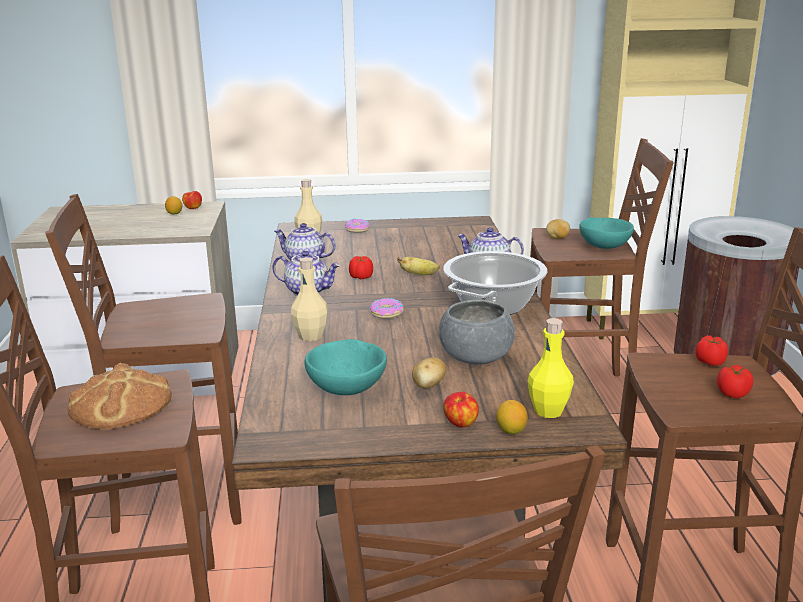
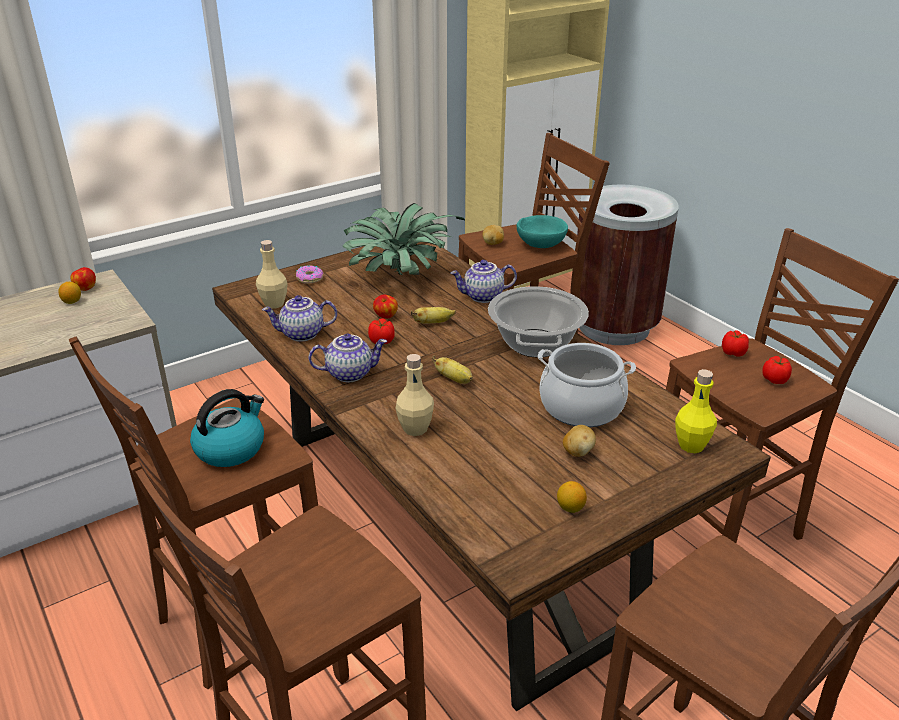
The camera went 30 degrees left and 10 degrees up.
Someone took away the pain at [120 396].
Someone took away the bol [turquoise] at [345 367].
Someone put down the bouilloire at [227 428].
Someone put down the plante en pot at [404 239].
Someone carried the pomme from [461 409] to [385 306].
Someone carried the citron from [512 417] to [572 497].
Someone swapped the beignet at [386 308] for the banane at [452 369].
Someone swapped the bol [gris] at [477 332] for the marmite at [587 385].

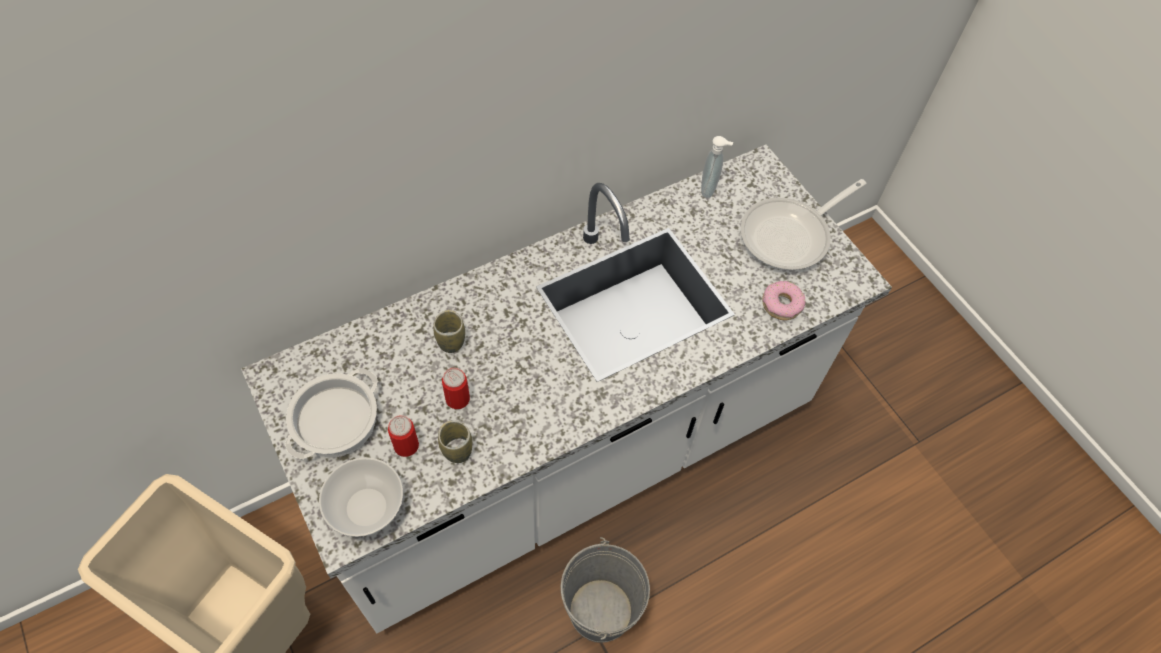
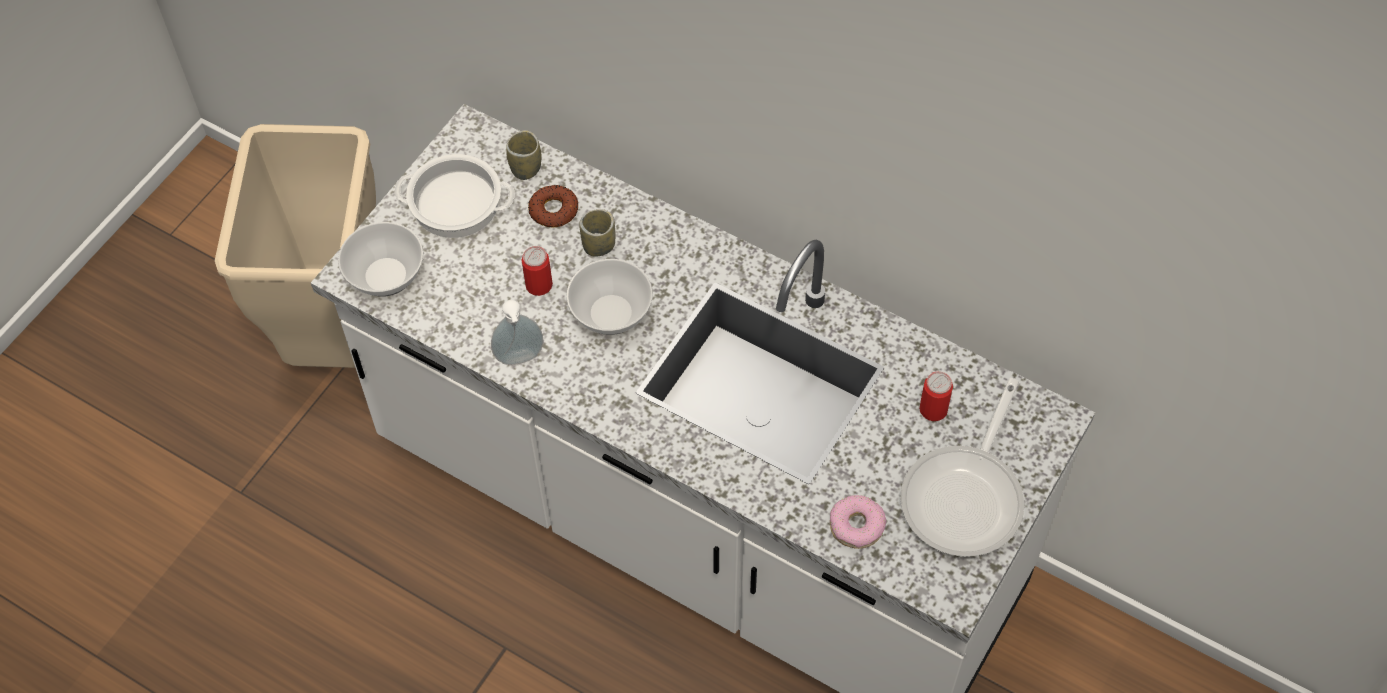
The camera went 65 degrees right and 0 degrees up.
Someone took away the seau [gris] at [605 590].
Someone put down the beignet at [553 206].
Someone put down the bol at [609 297].
Someone carried the boîte métallique from [403 436] to [936 396].
Someone carried the tasse from [455 441] to [524 155].
Someone carried the distributeur de savon from [717 167] to [517 332].
Someone rotated the poêle at [803 224] by 90 degrees counterclockwise.

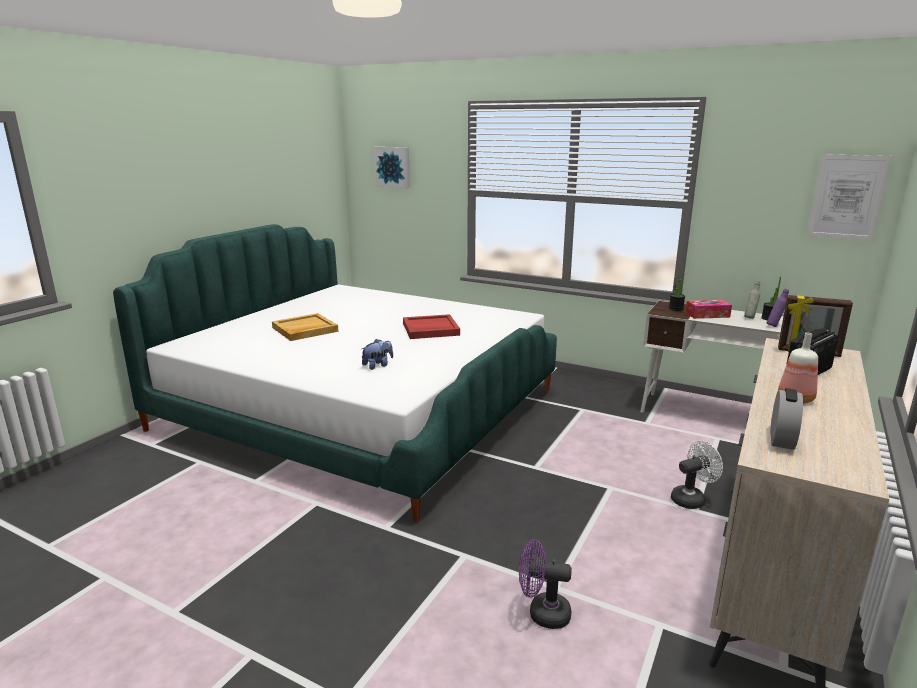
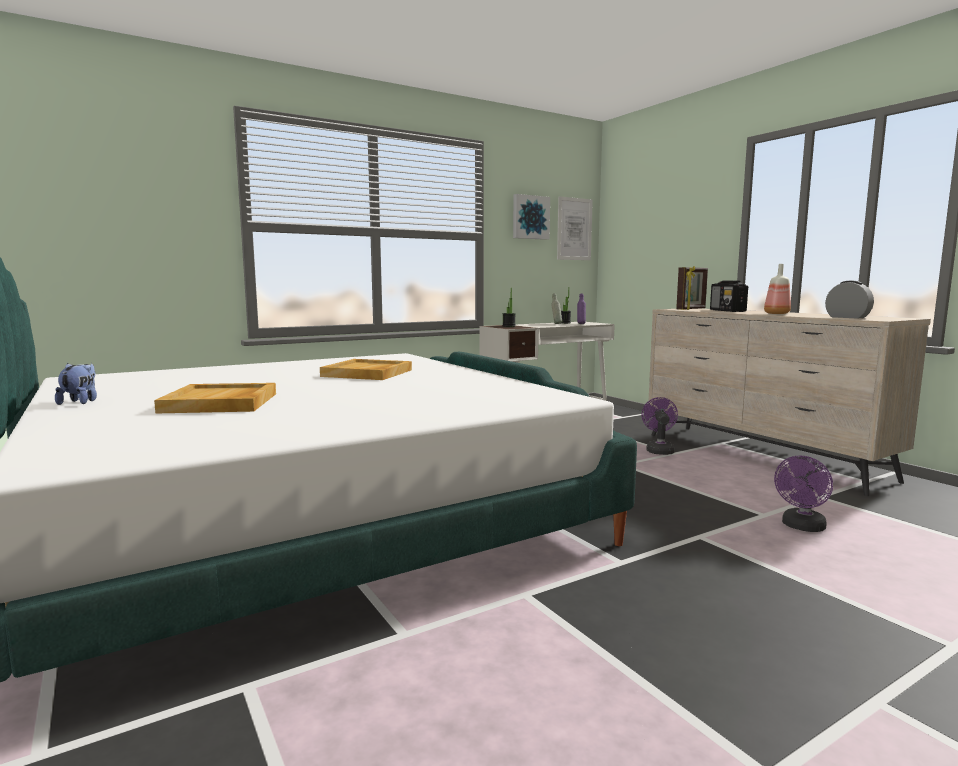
The camera went 60 degrees left and 10 degrees down.
Someone took away the boîte à mouchoirs at [708 309].
Someone carried the peluche from [377 354] to [76 384].
Someone carried the tableau from [392 167] to [531 217].
Someone repainted the plateau [rouge] at [431 326], which became the plateau [beige] at [366 369].
Someone repainted the ventilateur [blanc] at [697 475], which became the ventilateur [violet] at [660 426].

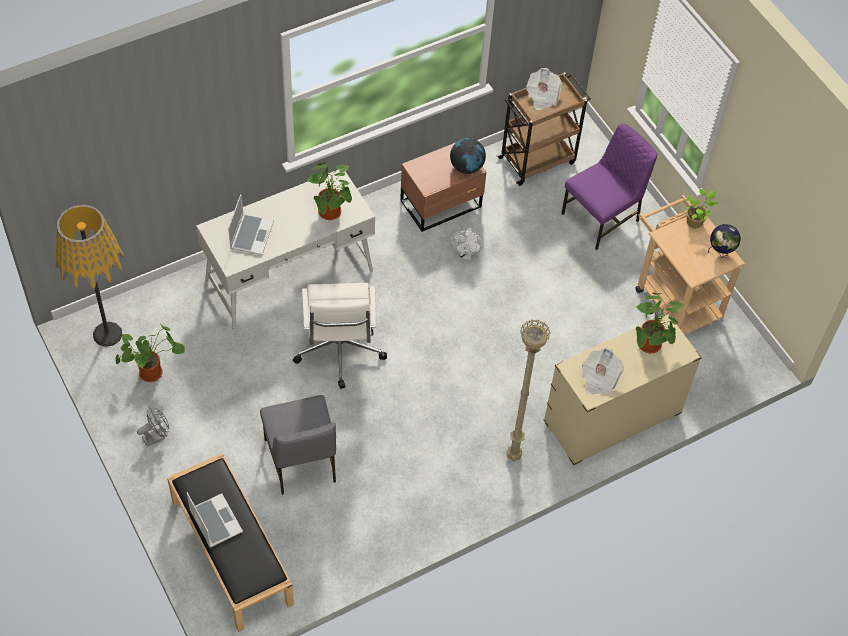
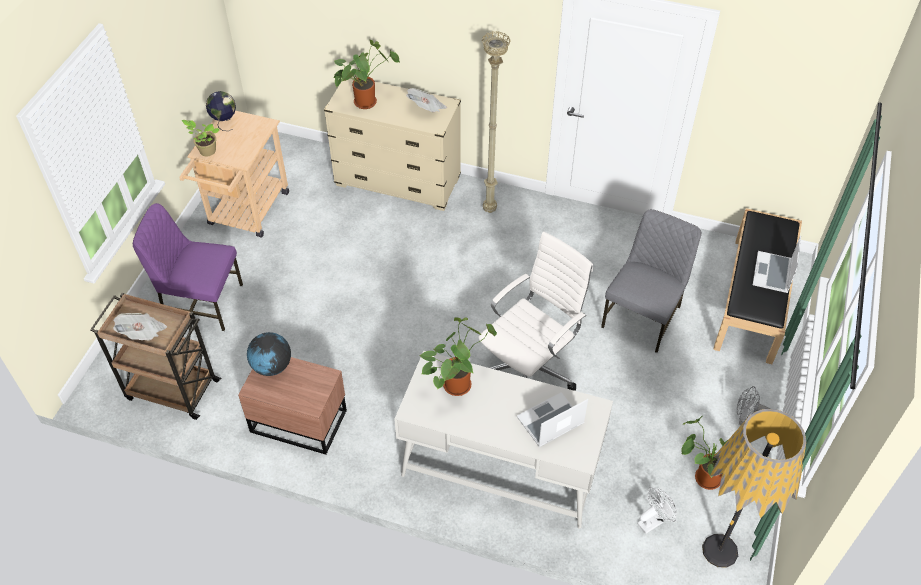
The camera went 130 degrees left and 5 degrees down.
Someone carried the ventilateur [blanc] from [467 244] to [657 510].

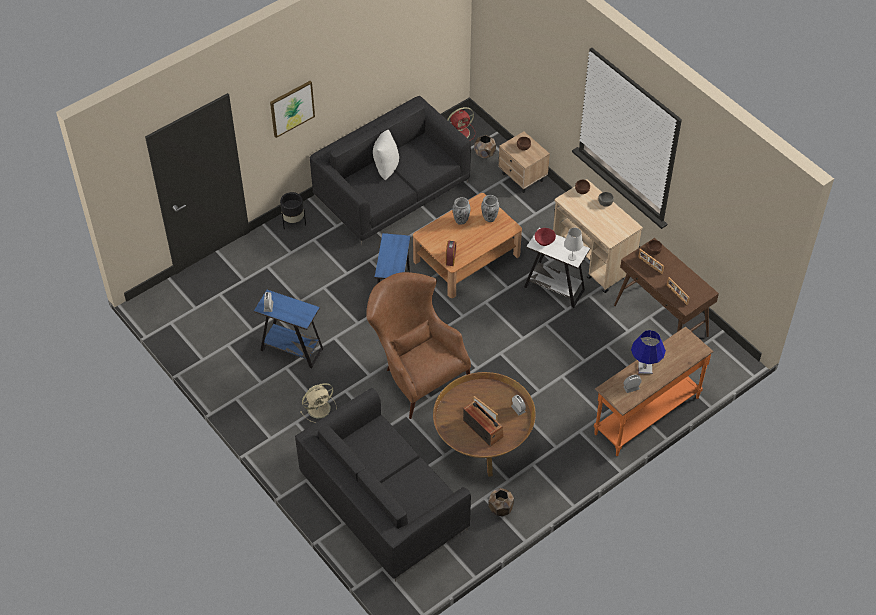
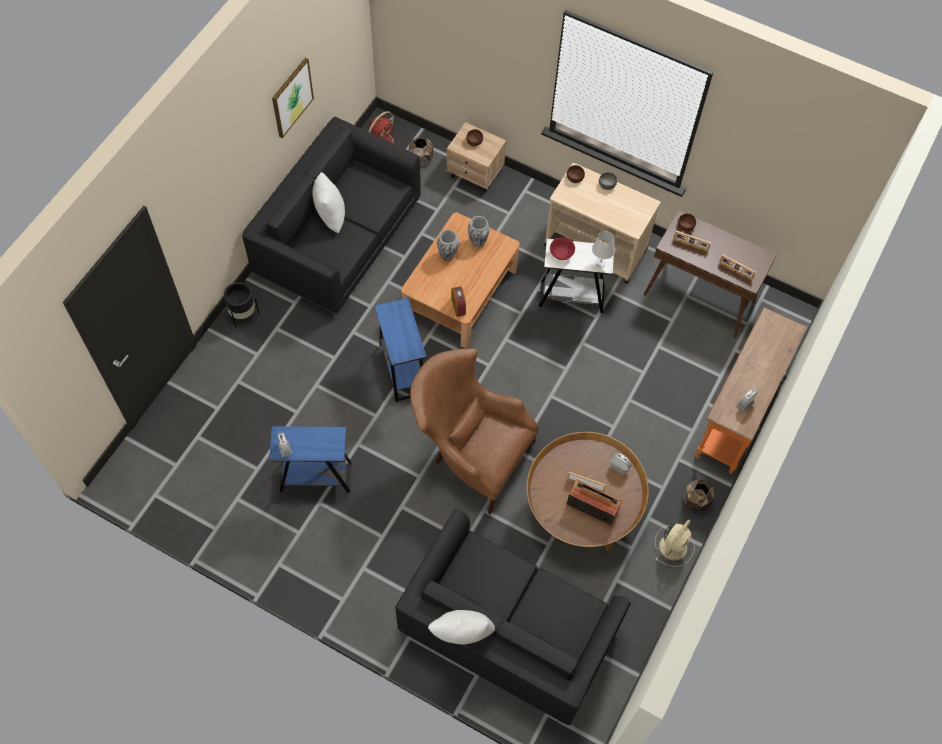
The camera went 25 degrees left and 10 degrees up.
Someone took away the lampe de table [bleu] at [648 352].
Someone put down the coussin [blanc] at [461 627].
Someone carried the tableau from [292 109] to [293 98].
Someone carried the ventilateur [beige] from [318 403] to [675 543].
Someone carried the cache-pot [marron] from [501 502] to [699 495].

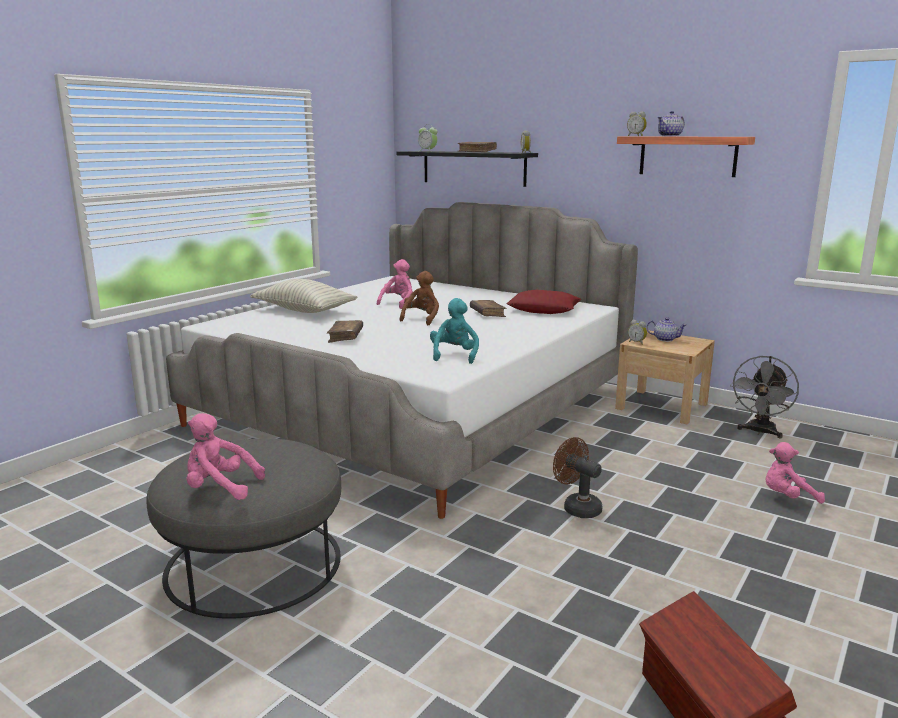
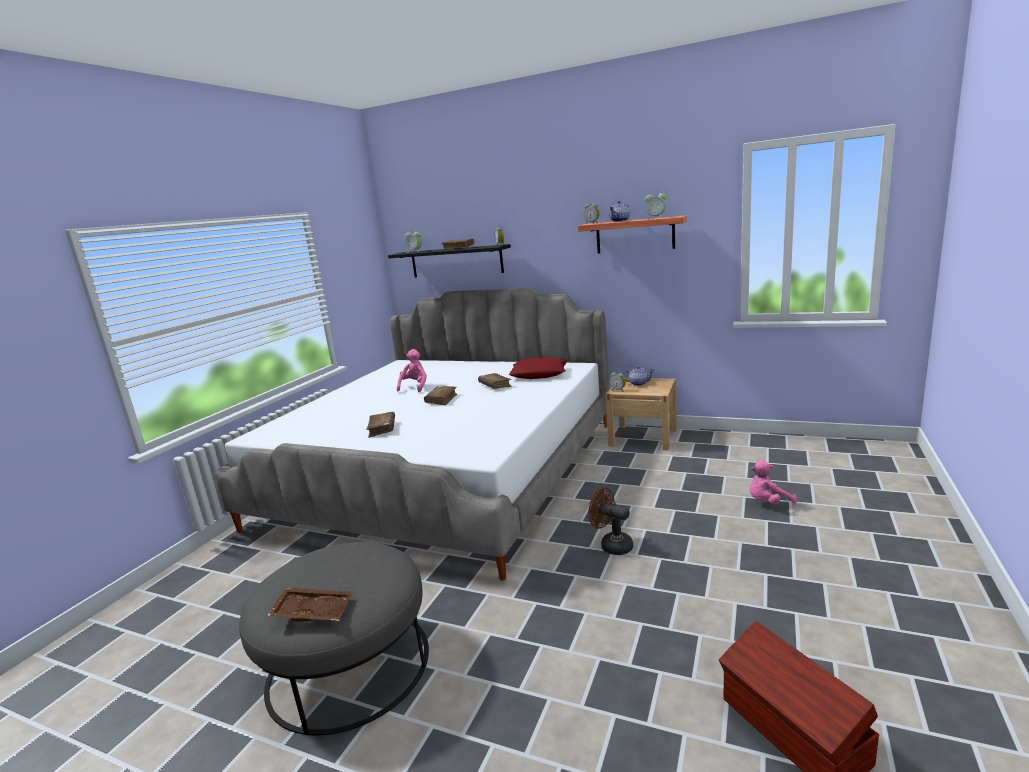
The camera went 10 degrees left and 0 degrees up.
Someone took away the coussin at [303 296].
Someone took away the peluche [turquoise] at [454 331].
Someone took away the ventilateur [gris] at [764 397].
Someone put down the réveil at [656 204].
Someone swapped the peluche [rose] at [226 456] for the plateau [marron] at [310 605].
Someone swapped the peluche [marron] at [419 298] for the livre [marron] at [440 395].

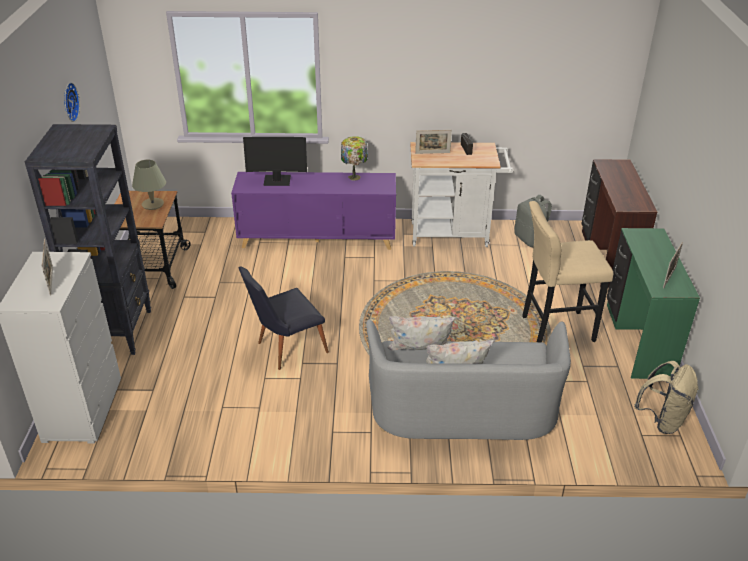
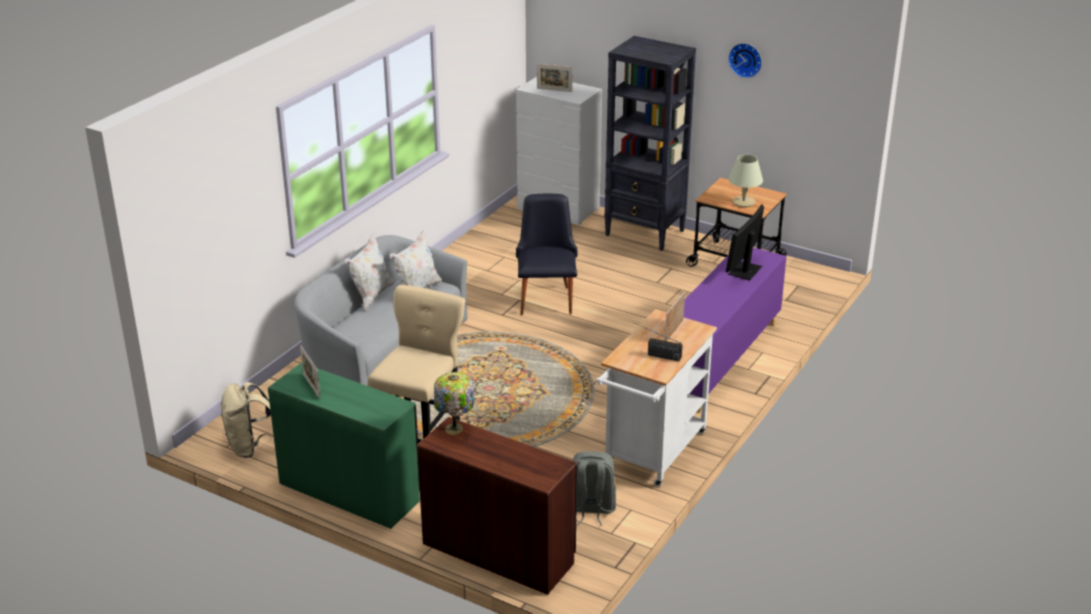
The camera went 120 degrees right and 5 degrees down.
Someone carried the lampe de table from [354 158] to [454 403].

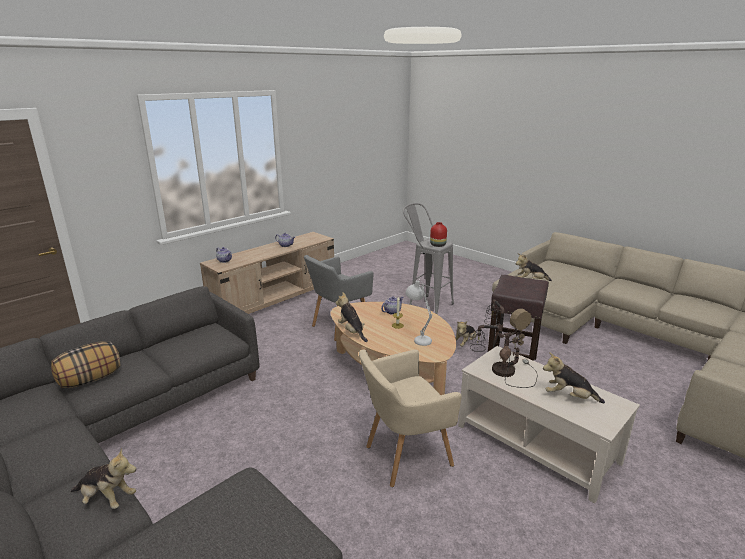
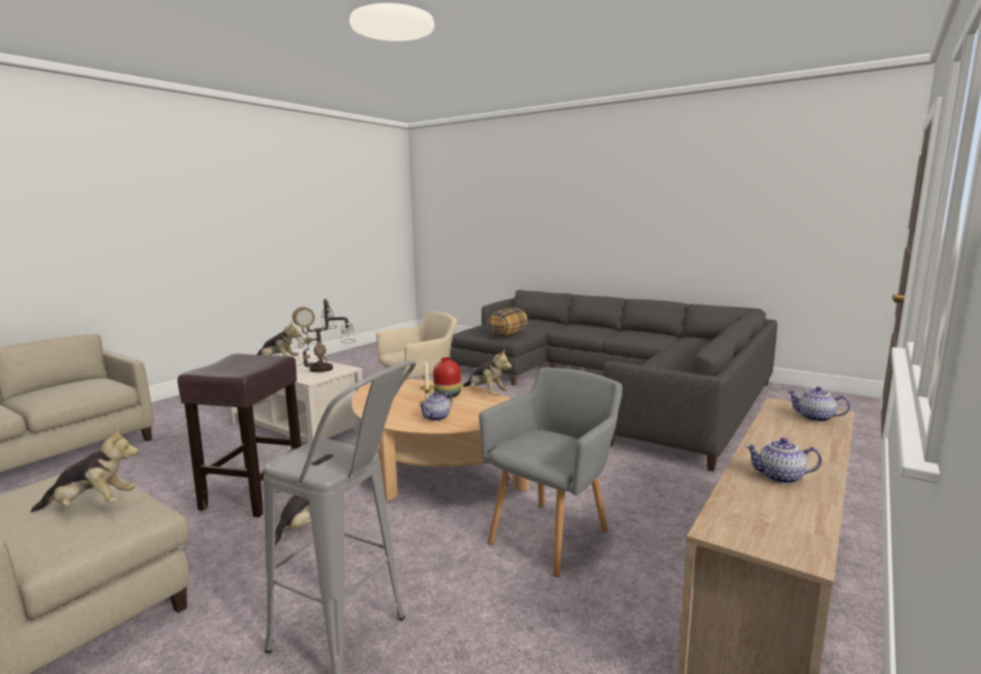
The camera went 170 degrees right and 10 degrees down.
Someone took away the peluche at [103 478].
Someone took away the lampe de table [blanc] at [419 312].
Someone carried the coussin from [86 364] to [508 322].
Someone carried the vase [rouge] from [438 234] to [447 377].

